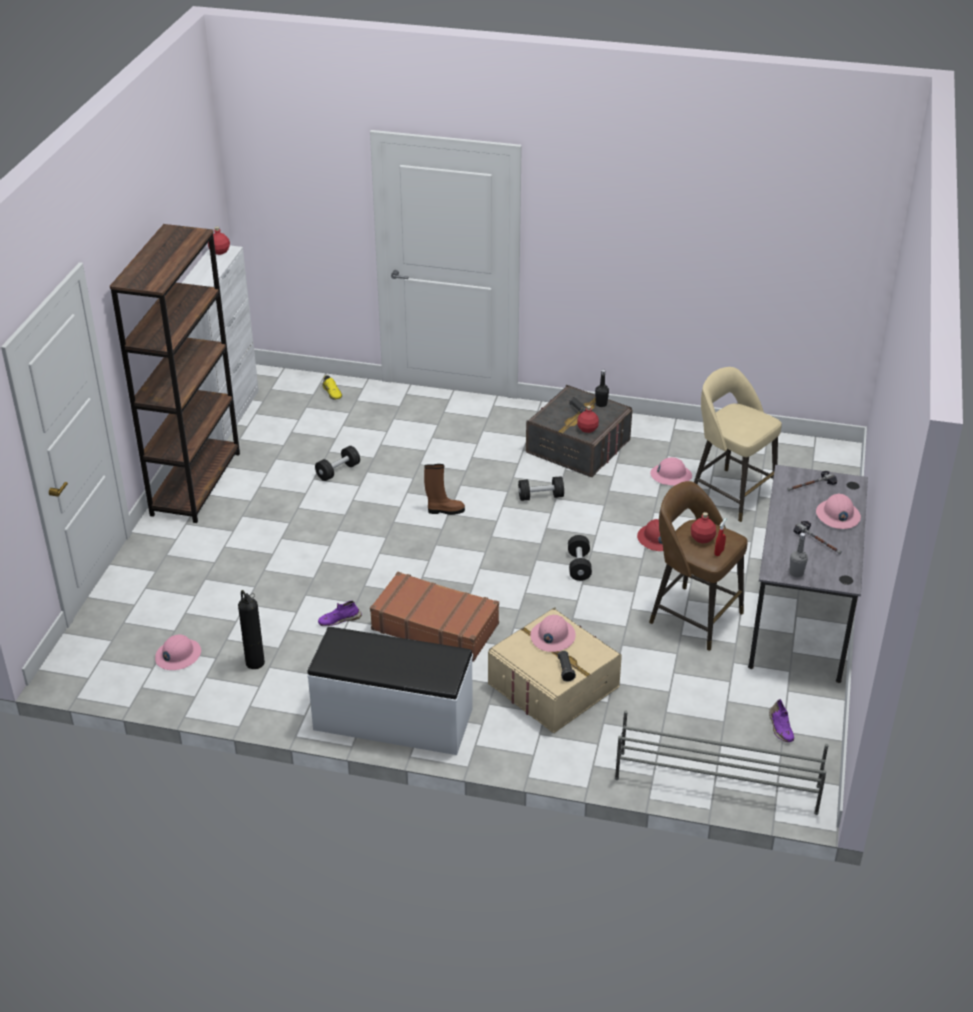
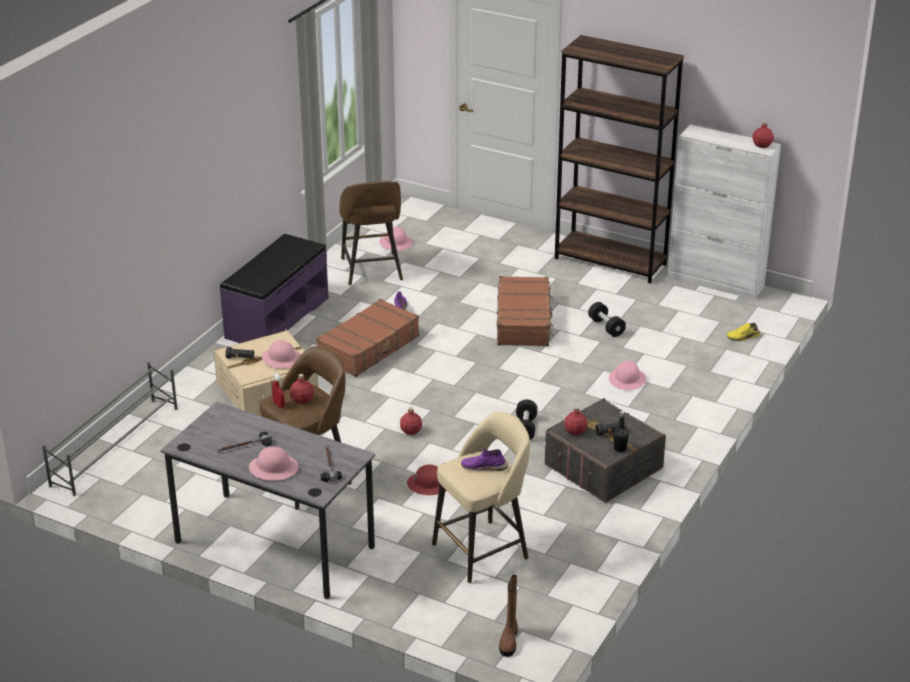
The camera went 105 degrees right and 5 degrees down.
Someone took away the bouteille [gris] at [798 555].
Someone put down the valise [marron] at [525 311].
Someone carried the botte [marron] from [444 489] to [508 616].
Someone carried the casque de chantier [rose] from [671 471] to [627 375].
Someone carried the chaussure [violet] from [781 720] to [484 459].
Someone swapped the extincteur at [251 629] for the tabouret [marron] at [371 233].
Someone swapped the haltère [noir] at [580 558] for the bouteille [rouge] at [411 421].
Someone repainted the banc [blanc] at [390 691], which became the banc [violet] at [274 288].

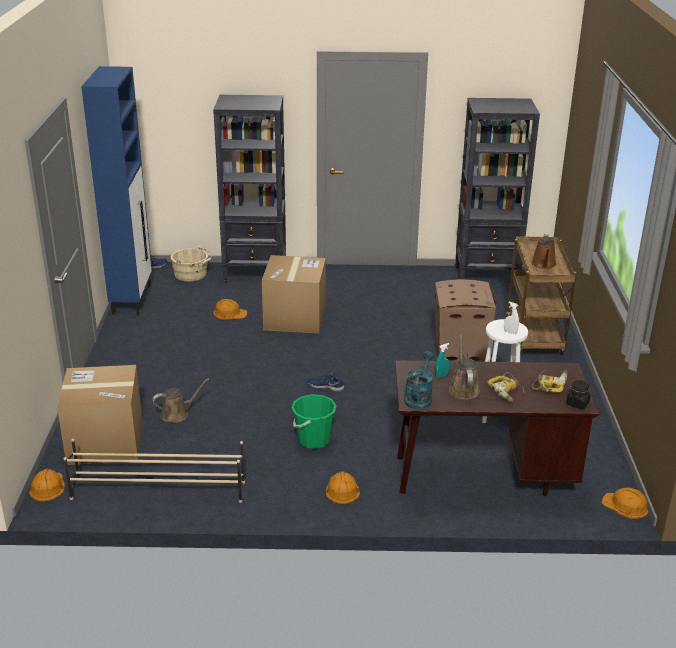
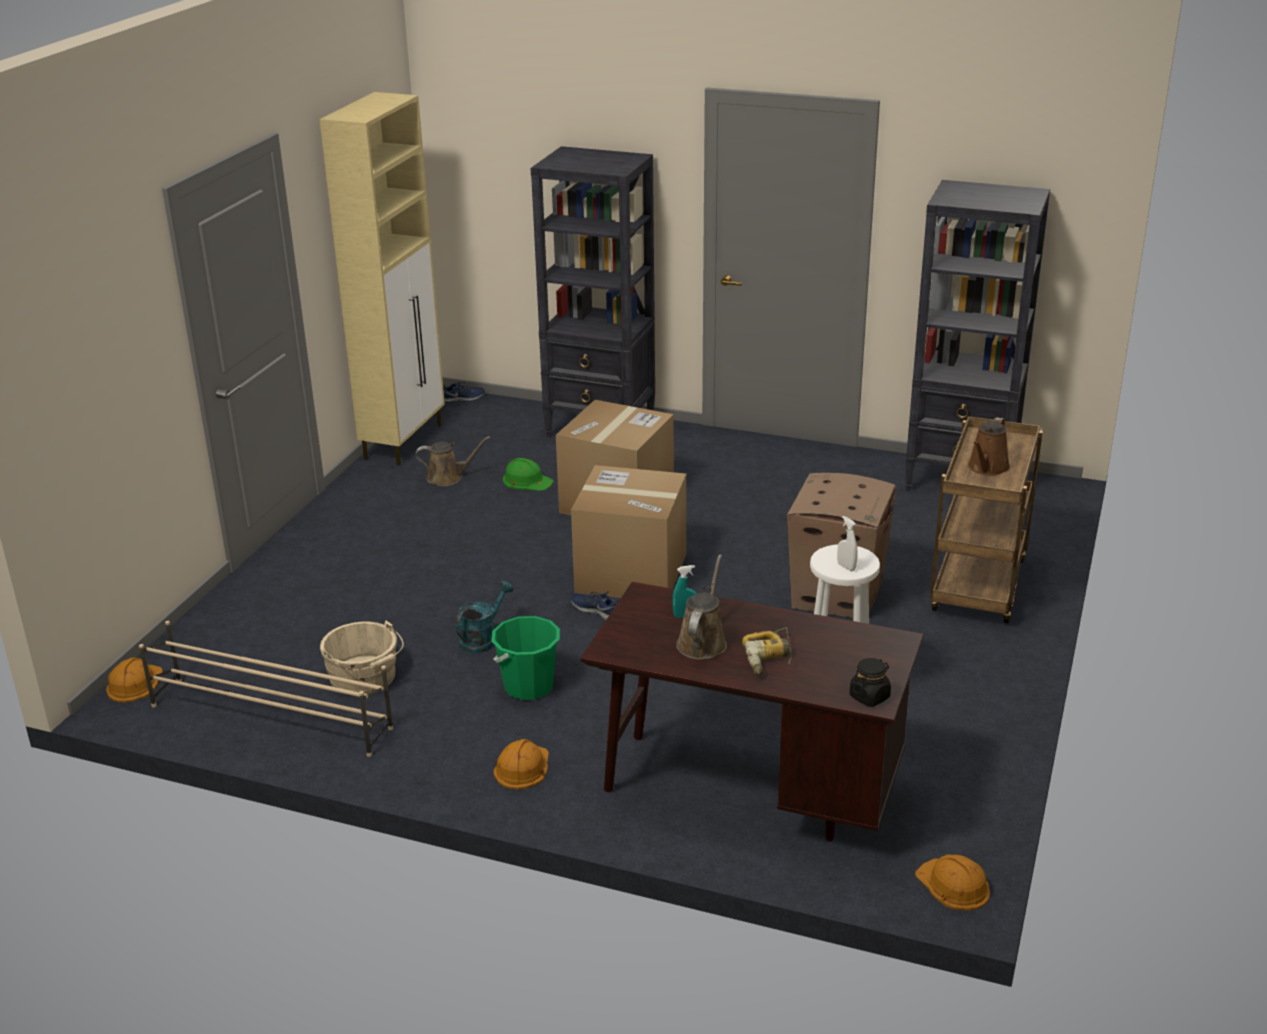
The camera went 20 degrees right and 0 degrees up.
Someone took away the perceuse at [550 381].
Someone carried the carton from [99 415] to [628 531].
Someone carried the arrosoir [marron] from [180 400] to [452 461].
Someone carried the seau [beige] from [191 263] to [362 657].
Someone carried the arrosoir [turquoise] from [419 380] to [484 617].
Someone repainted the meuble de rangement [bleu] at [116 190], which became the meuble de rangement [beige] at [382 279].
Someone repainted the casque de chantier [orange] at [230 309], which became the casque de chantier [vert] at [528 474].

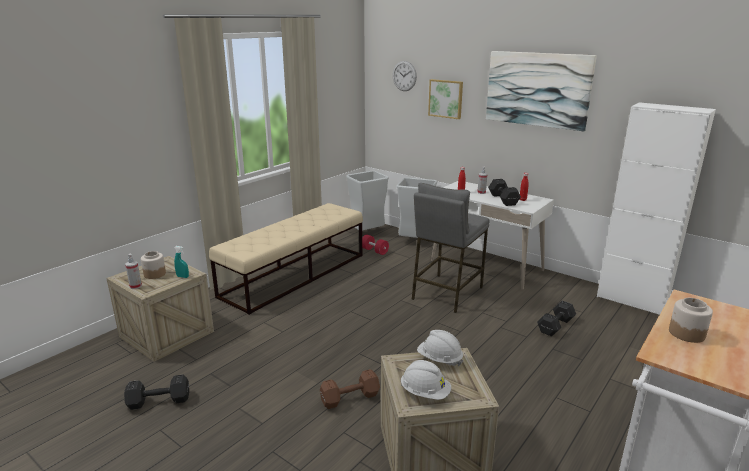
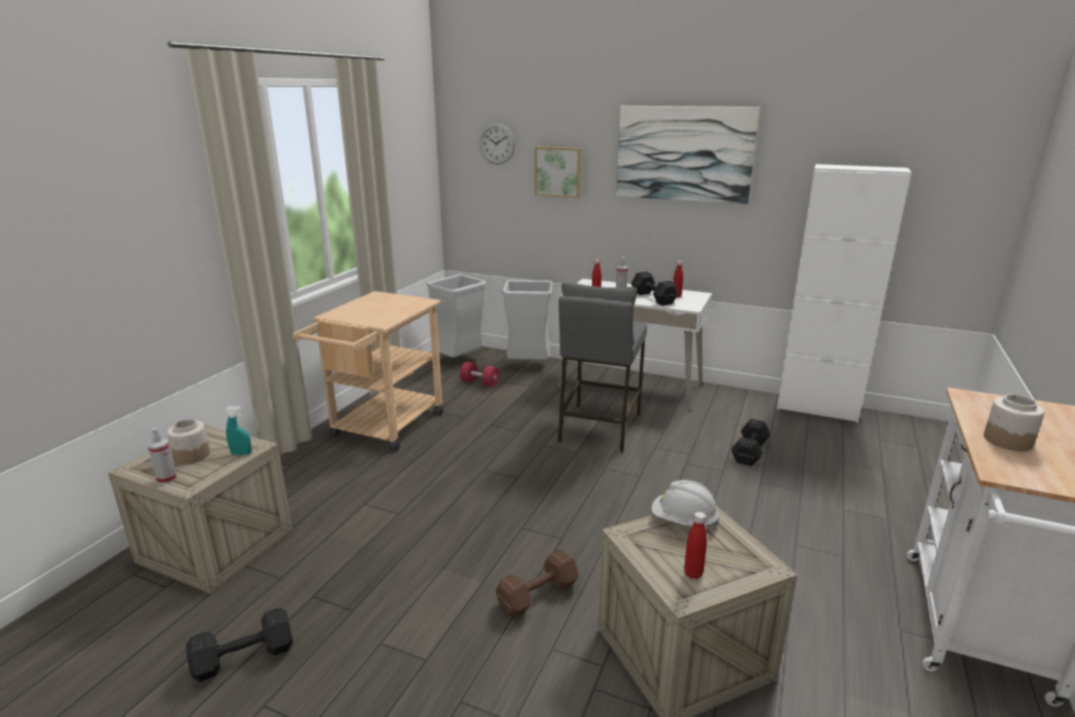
The camera went 15 degrees left and 0 degrees up.
Someone swapped the banc [beige] at [286 259] for the chariot [beige] at [368 371].
Someone swapped the casque de chantier [blanc] at [426 380] for the bouteille [rouge] at [695 545].

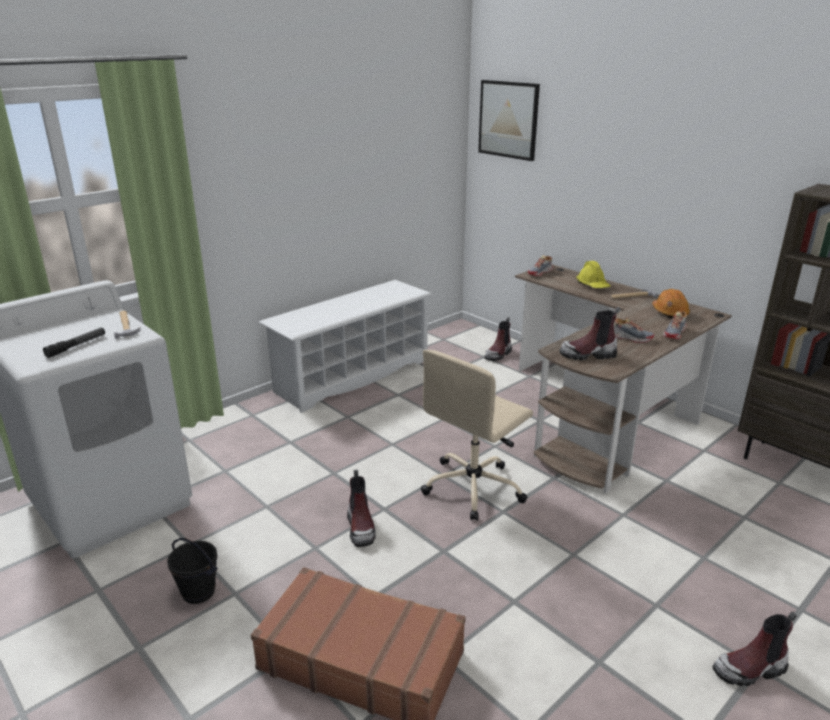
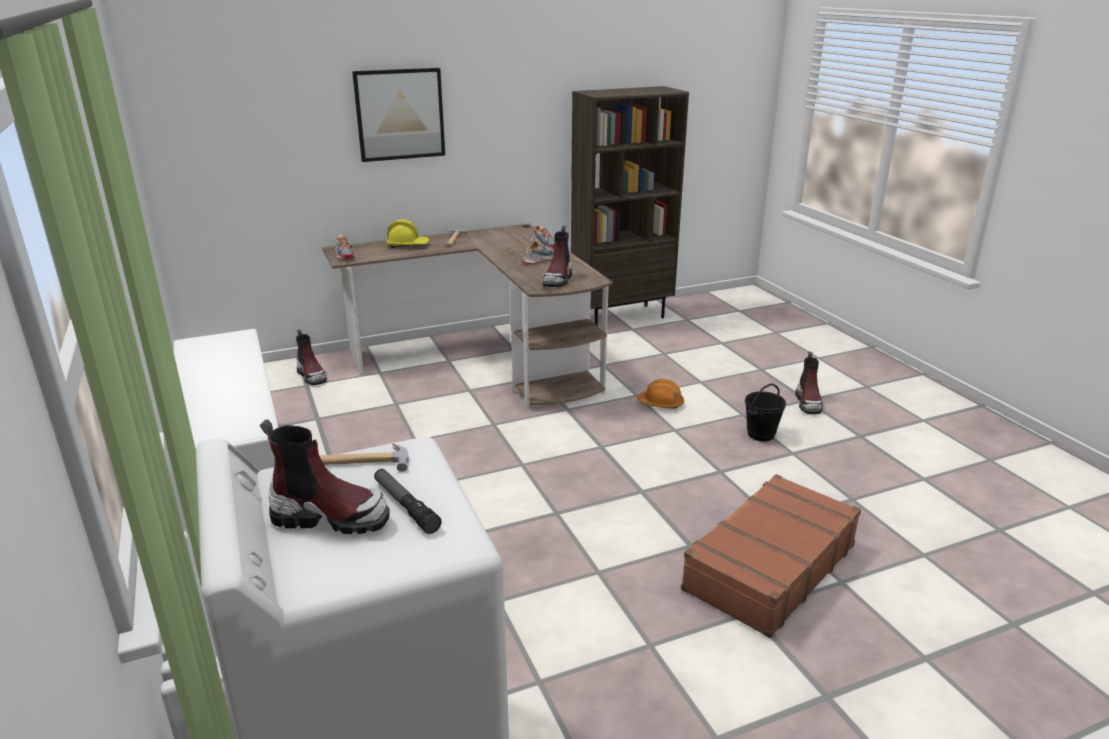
The camera went 70 degrees left and 0 degrees up.
Someone took away the chaise de bureau [beige] at [476 435].
Someone carried the seau [noir] from [192 571] to [765 412].
Someone carried the botte from [361 508] to [325 476].
Someone carried the tableau from [509 120] to [398 115].
Someone carried the casque de chantier [orange] from [671 304] to [661 393].

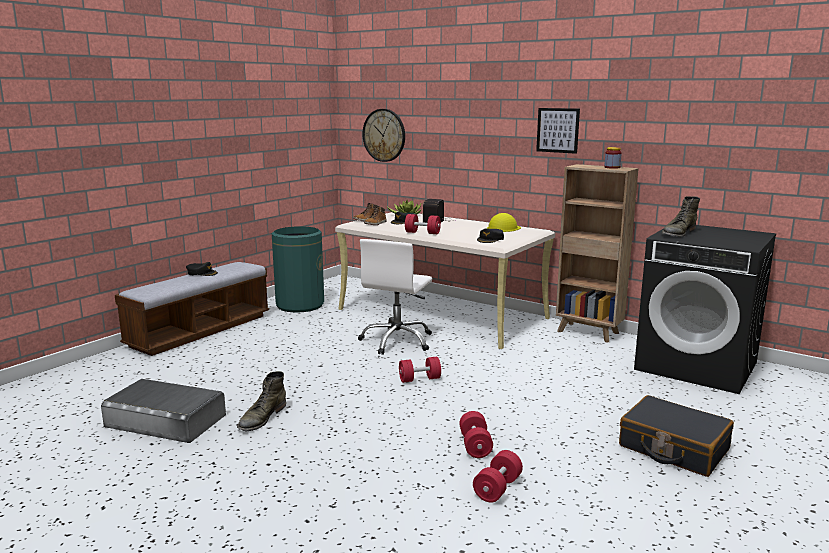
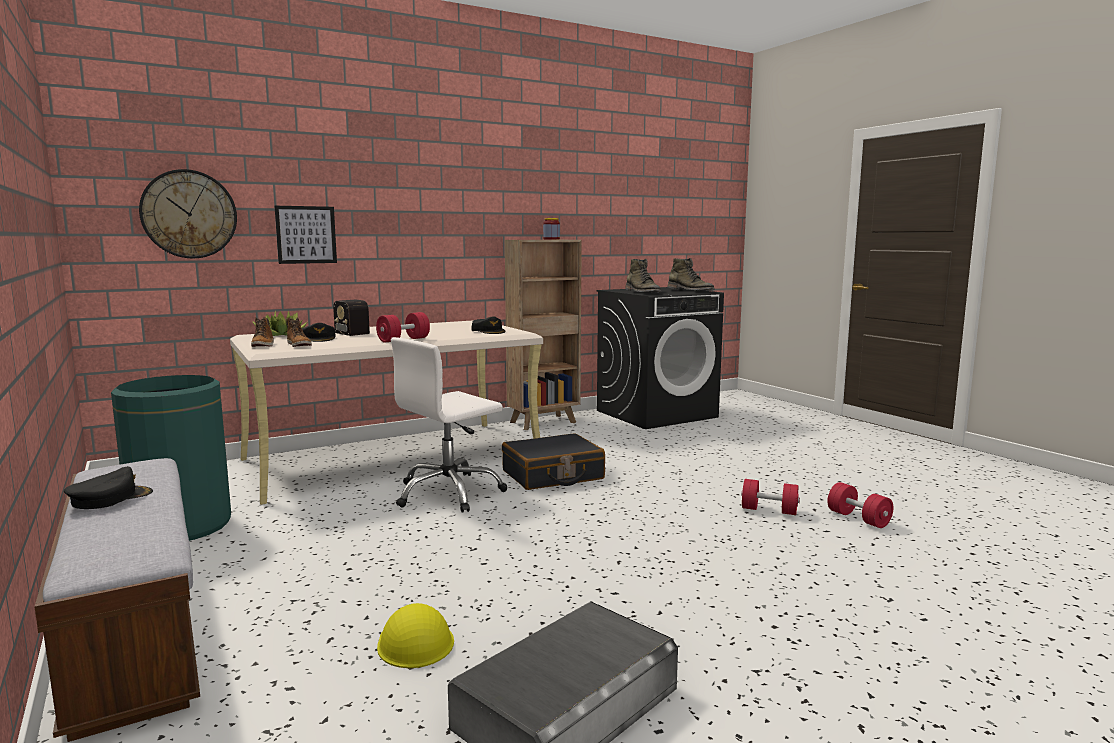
The camera went 65 degrees left and 5 degrees down.
Someone took away the haltère [rouge] at [420 370].
Someone carried the botte [vert] from [261 401] to [691 274].
Someone carried the casque de chantier [jaune] from [504 222] to [415 635].
Someone carried the tableau from [558 131] to [306 235].
Someone carried the valise [noir] from [676 436] to [553 461].
Someone rotated the chaise de bureau [blanc] at [395 297] by 90 degrees clockwise.

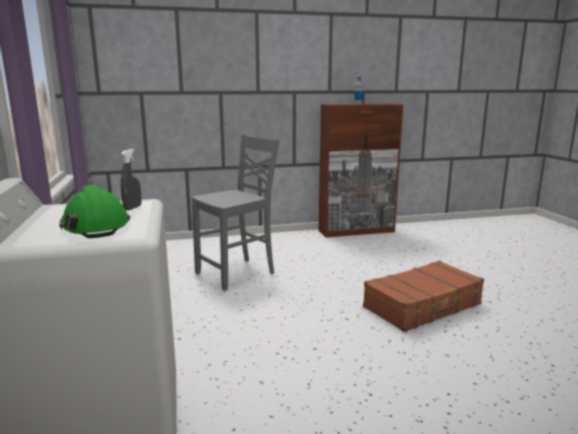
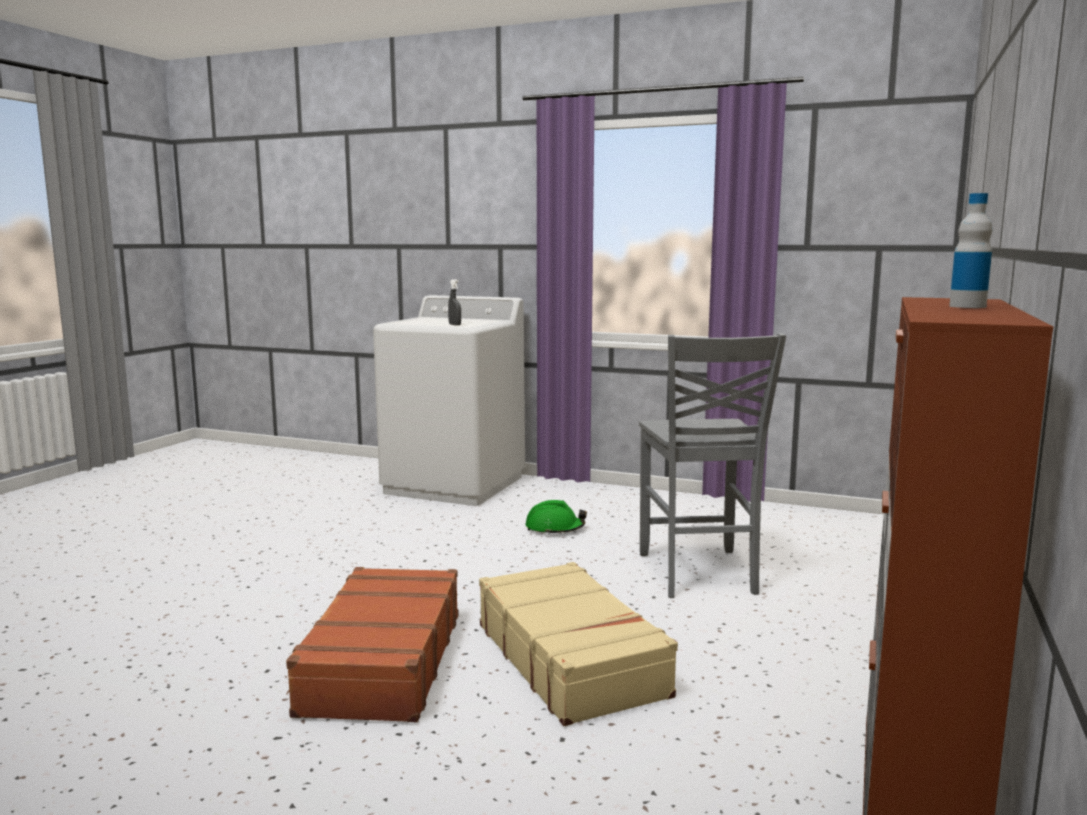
The camera went 125 degrees right and 5 degrees down.
Someone put down the valise [beige] at [578 644].
Someone carried the casque de chantier [vert] from [94 211] to [556 517].

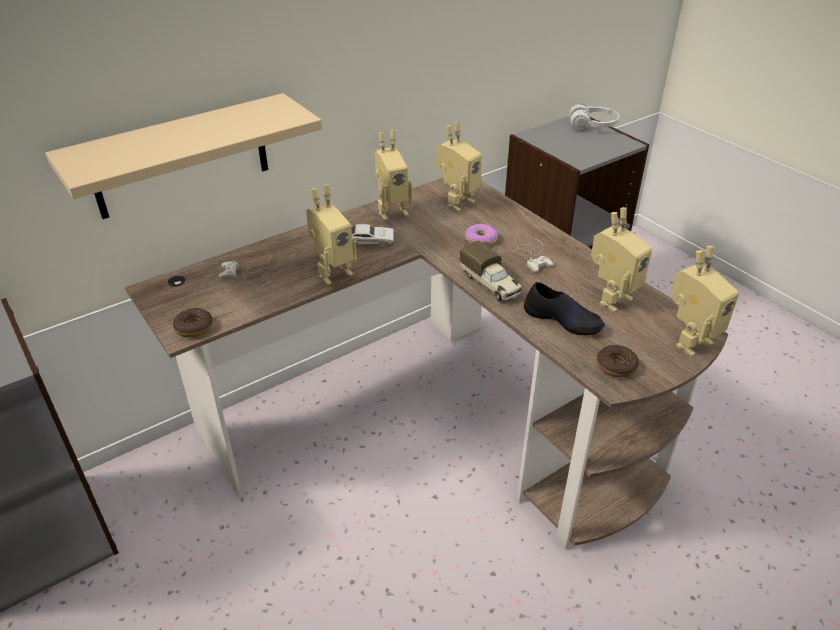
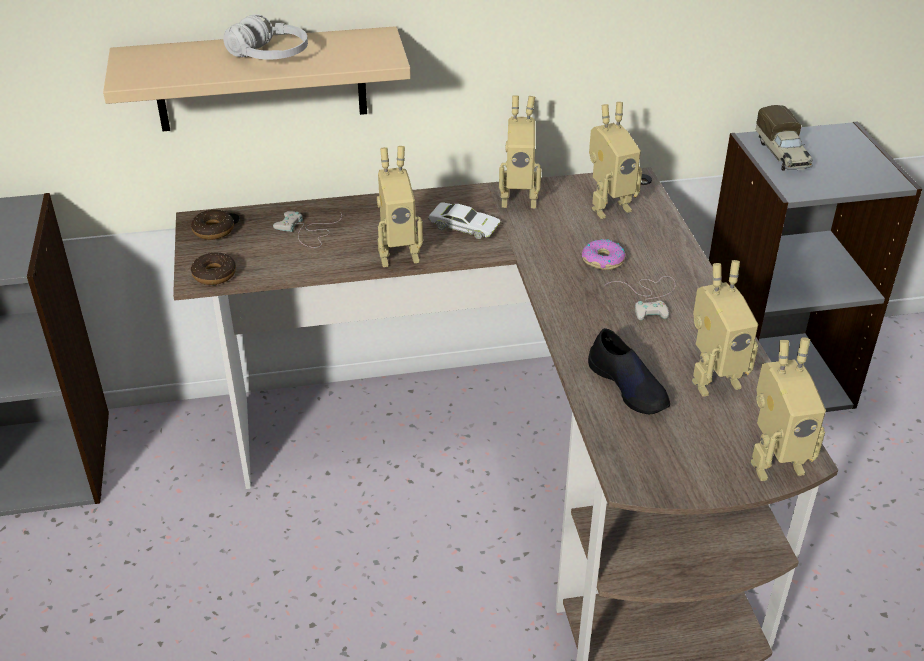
The camera went 25 degrees right and 0 degrees up.
Someone carried the camion jouet from [491 271] to [784 138].
Someone carried the casque audio [blanc] from [594 116] to [265 37].
Someone carried the beignet from [618 361] to [212 225].

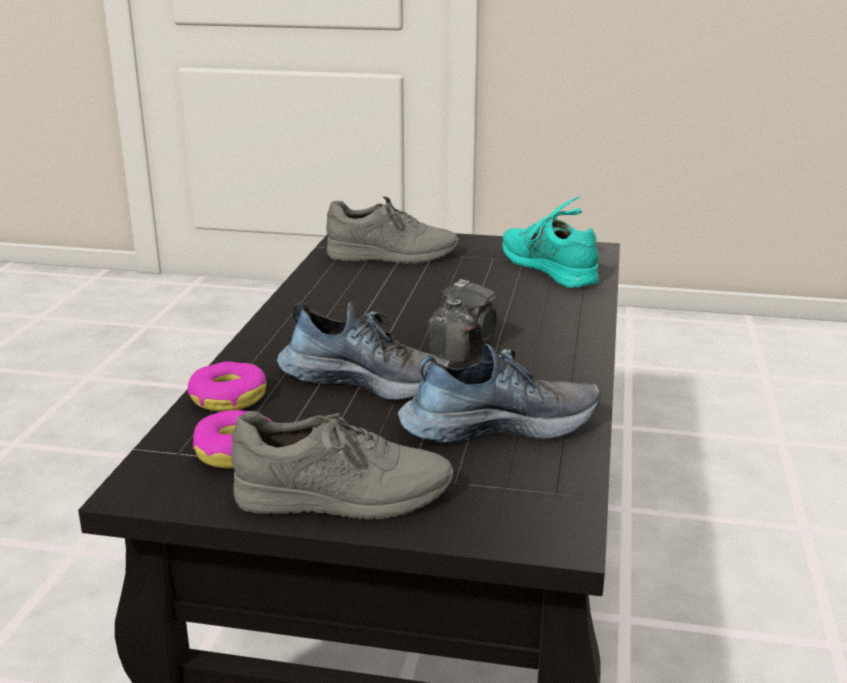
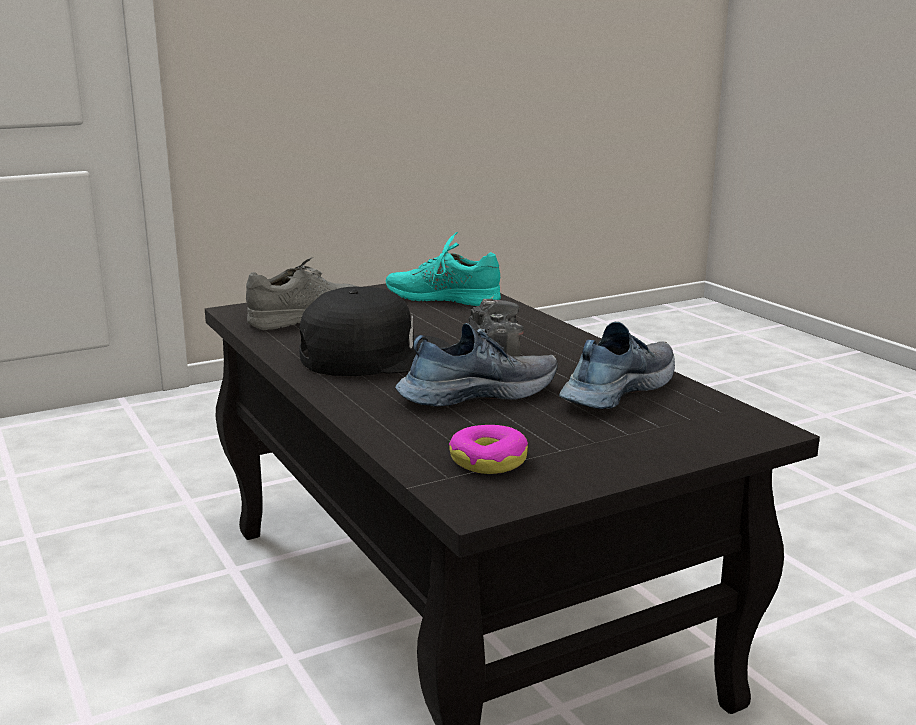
The camera went 40 degrees left and 5 degrees down.
Someone took away the beignet at [226 386].
Someone took away the chaussure [gris] at [342 465].
Someone put down the casquette [noir] at [374 331].

